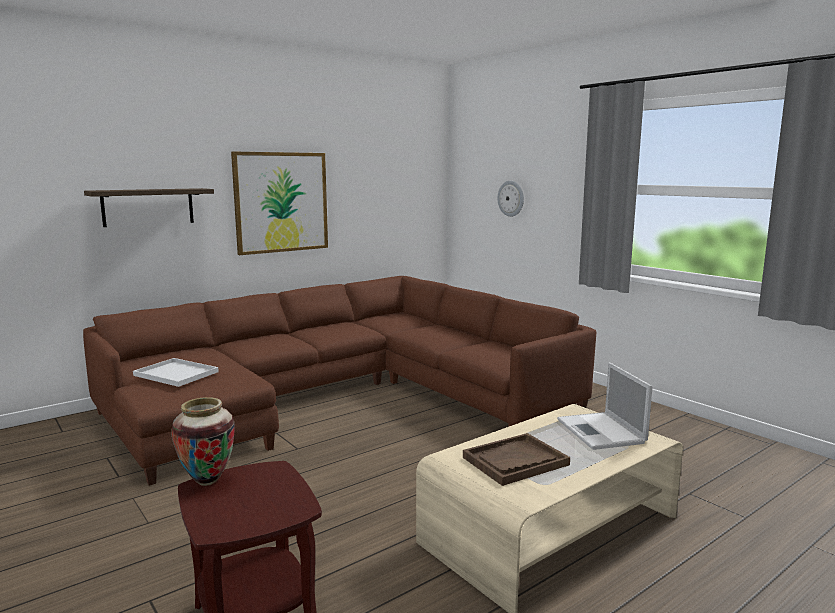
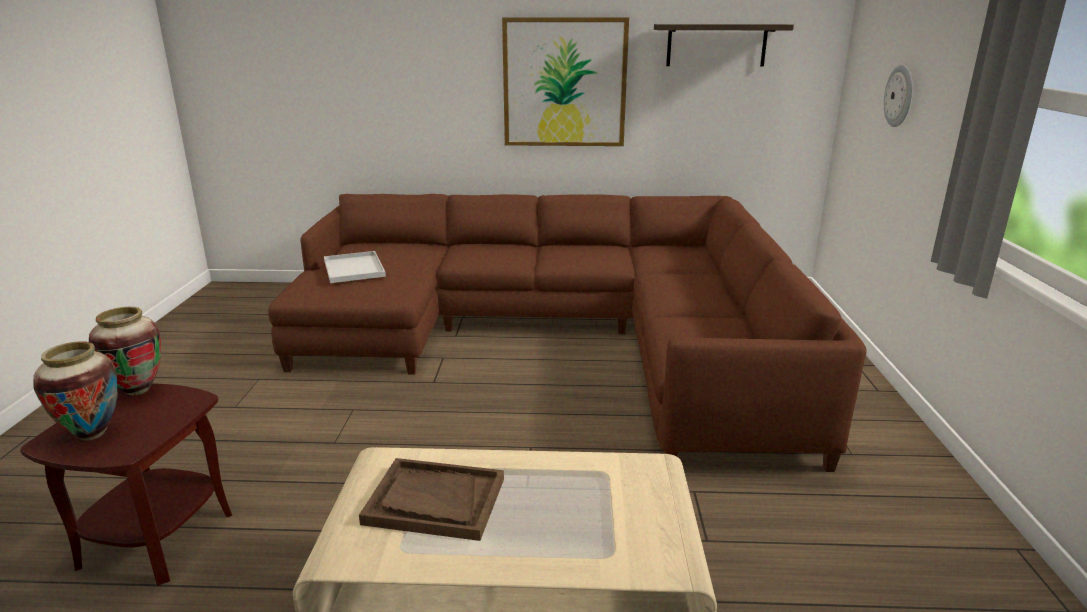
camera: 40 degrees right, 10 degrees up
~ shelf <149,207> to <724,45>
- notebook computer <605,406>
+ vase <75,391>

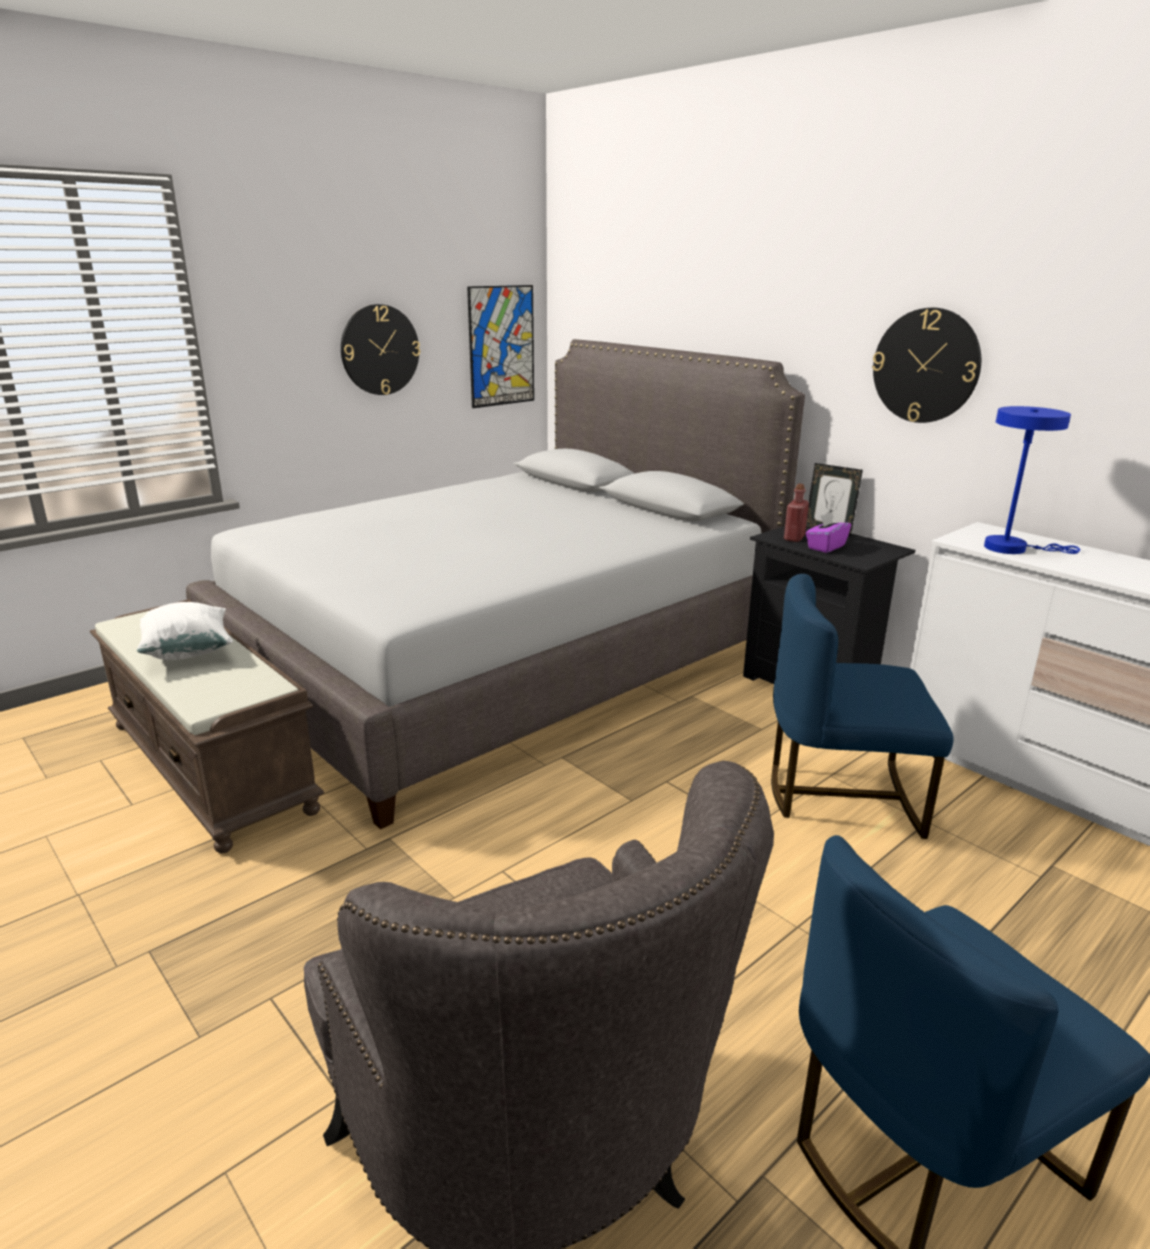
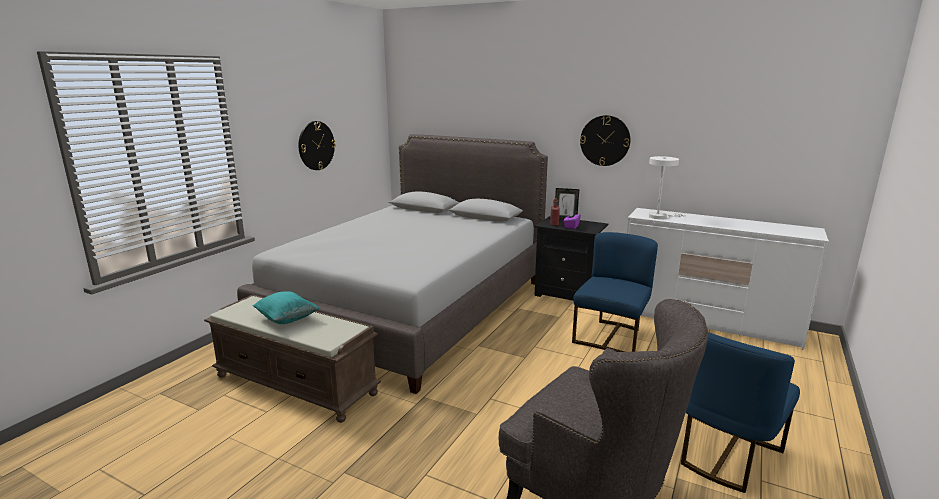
camera: 20 degrees left, 5 degrees down
~ pillow (white-coloured) <185,631> to pillow (turquoise-coloured) <286,307>
- wall art <500,346>
~ upright chair (bluish) <862,706> = <615,292> 135 degrees clockwise
~ tabletop lamp (bluish) <1032,480> to tabletop lamp (white-coloured) <667,187>

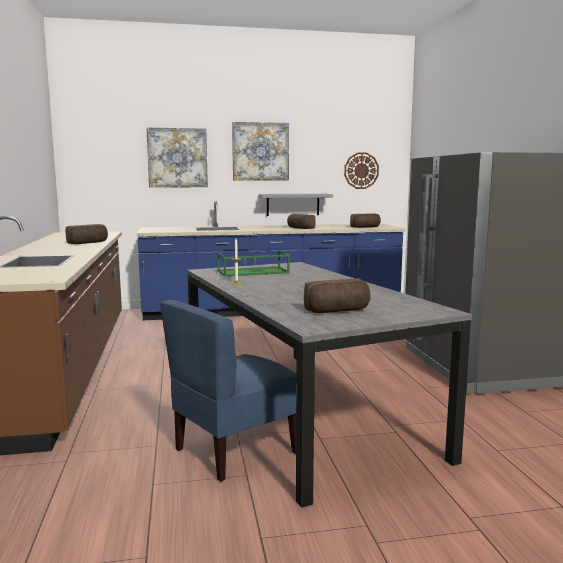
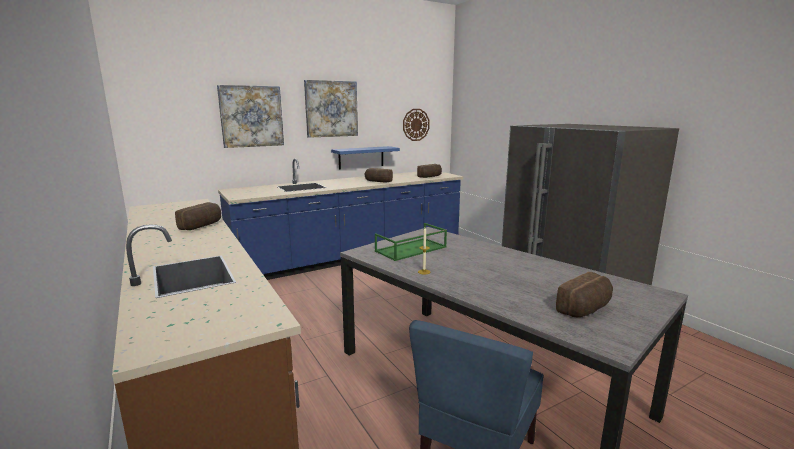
camera: 20 degrees left, 5 degrees up
~ shelf (gray) <296,205> to shelf (bluish) <365,158>

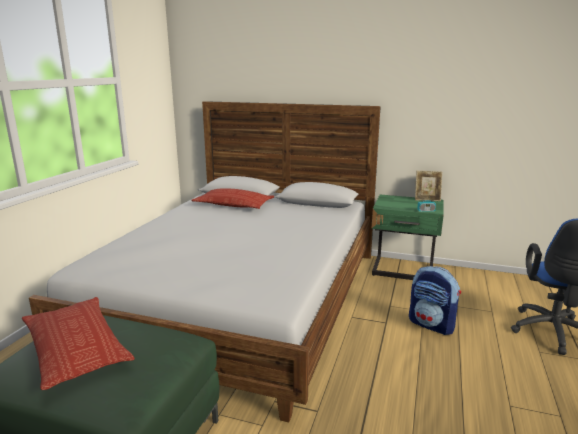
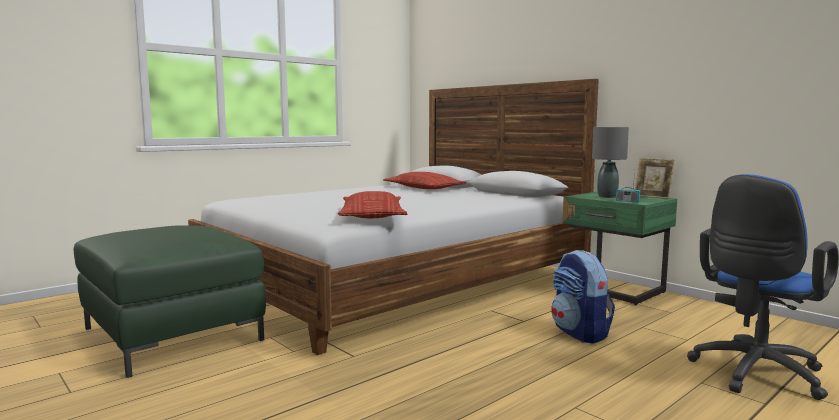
camera: 30 degrees right, 10 degrees down
~ pillow <78,343> to <372,204>
+ tabletop lamp (gray) <610,162>

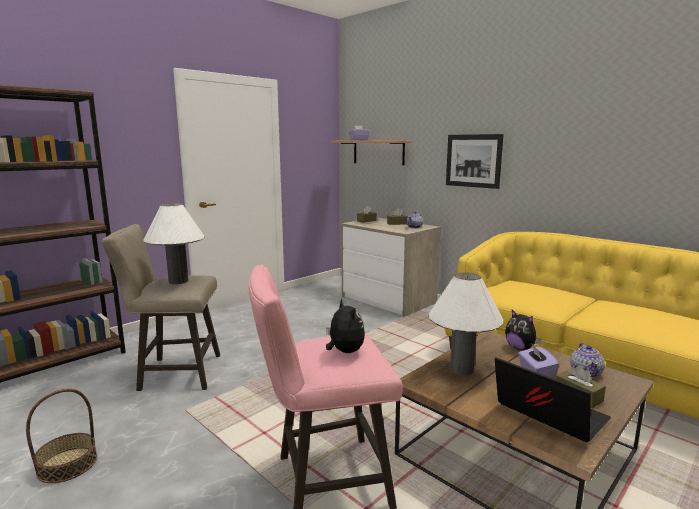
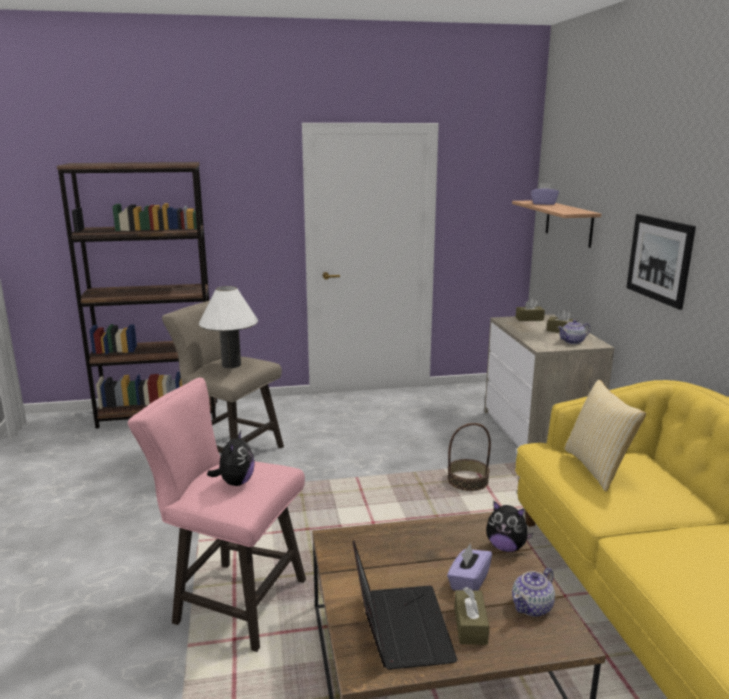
camera: 35 degrees right, 5 degrees up
~ household basket <61,436> to <469,457>
- tabletop lamp (white-coloured) <465,323>
~ soft toy <523,330> = <510,526> 60 degrees counterclockwise
+ pillow <605,435>

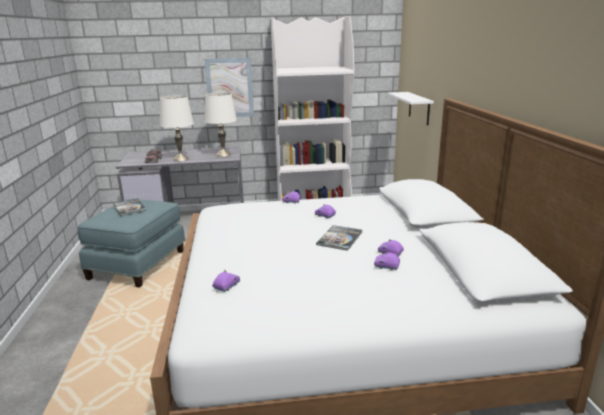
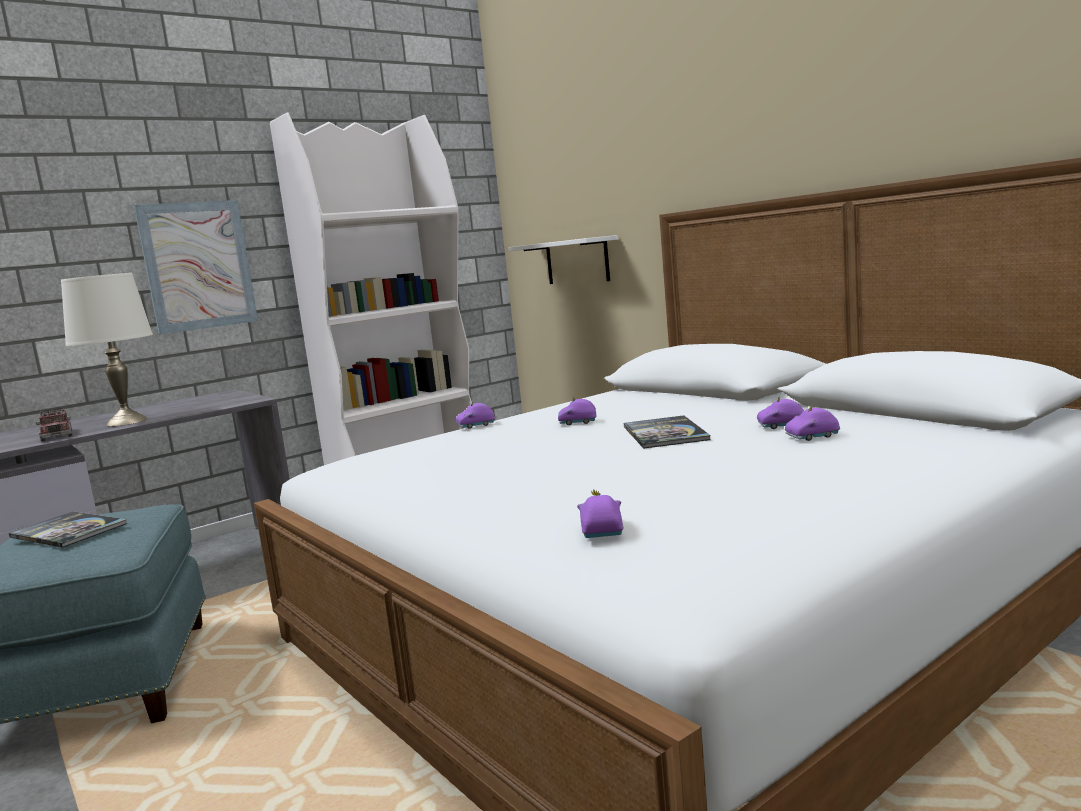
camera: 30 degrees left, 10 degrees down
- tabletop lamp (white-coloured) <220,125>

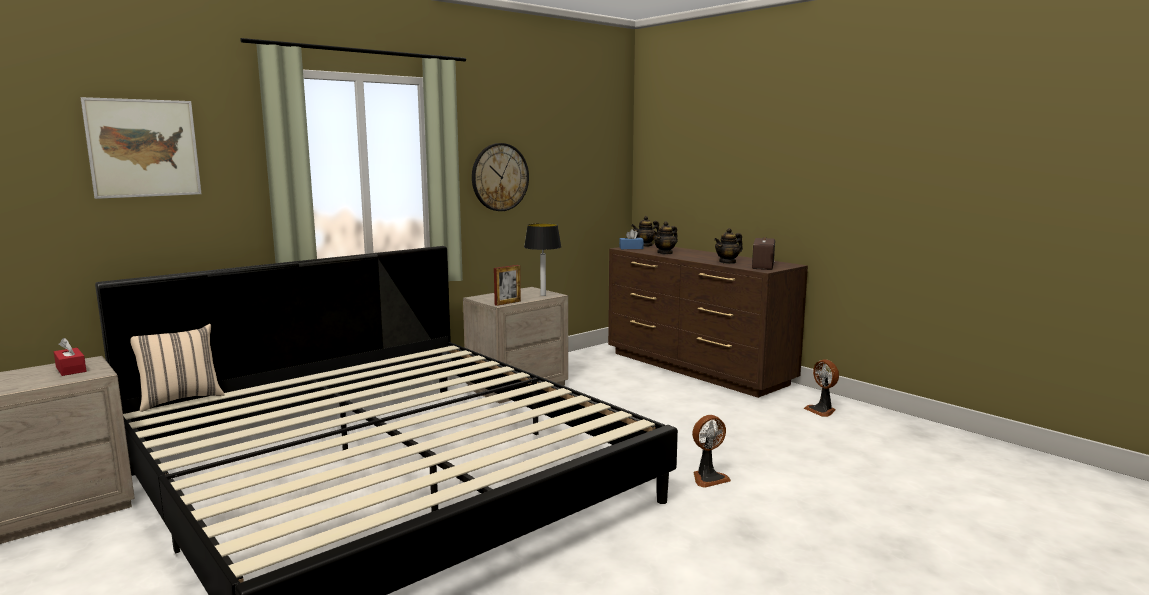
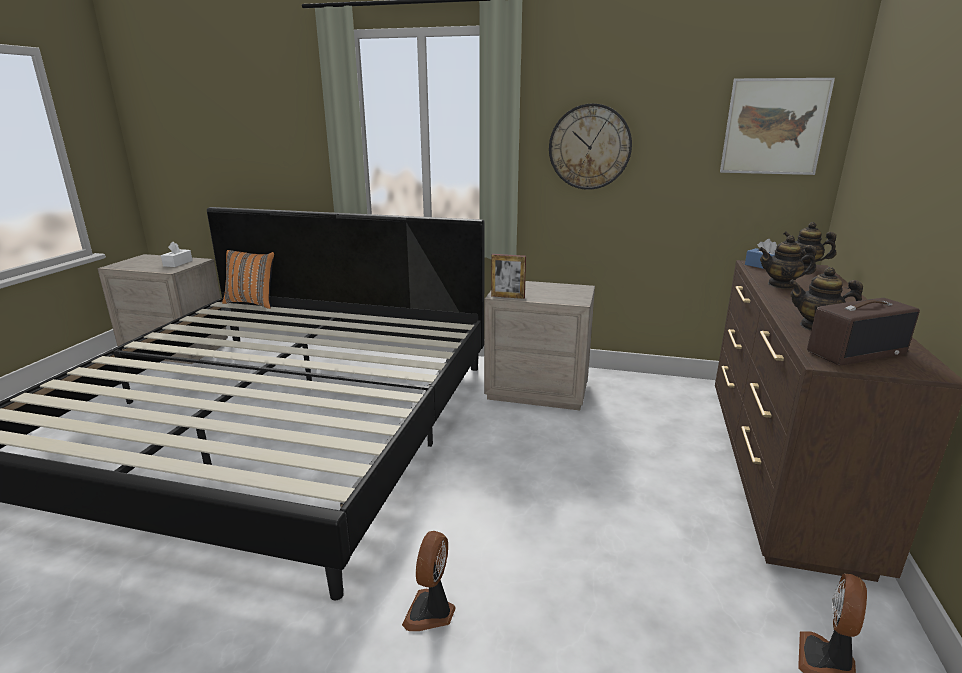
camera: 55 degrees right, 10 degrees up
~ tissue holder (red-coloured) <70,357> to tissue holder (white-coloured) <177,254>
~ wall art <140,148> to <777,126>
~ pillow (beige) <177,368> to pillow (orangey) <248,279>
- tabletop lamp <543,259>
~ electric fan <711,451> = <429,581> 75 degrees clockwise

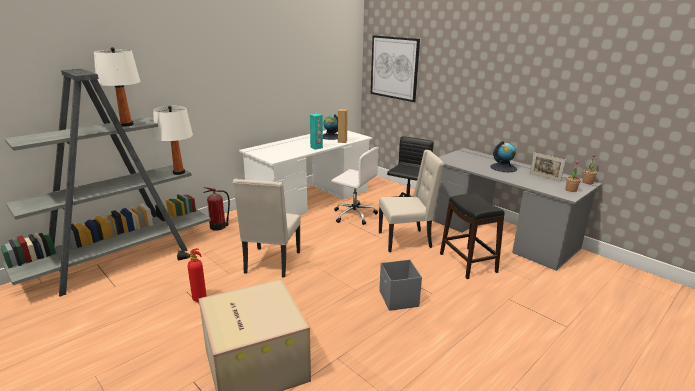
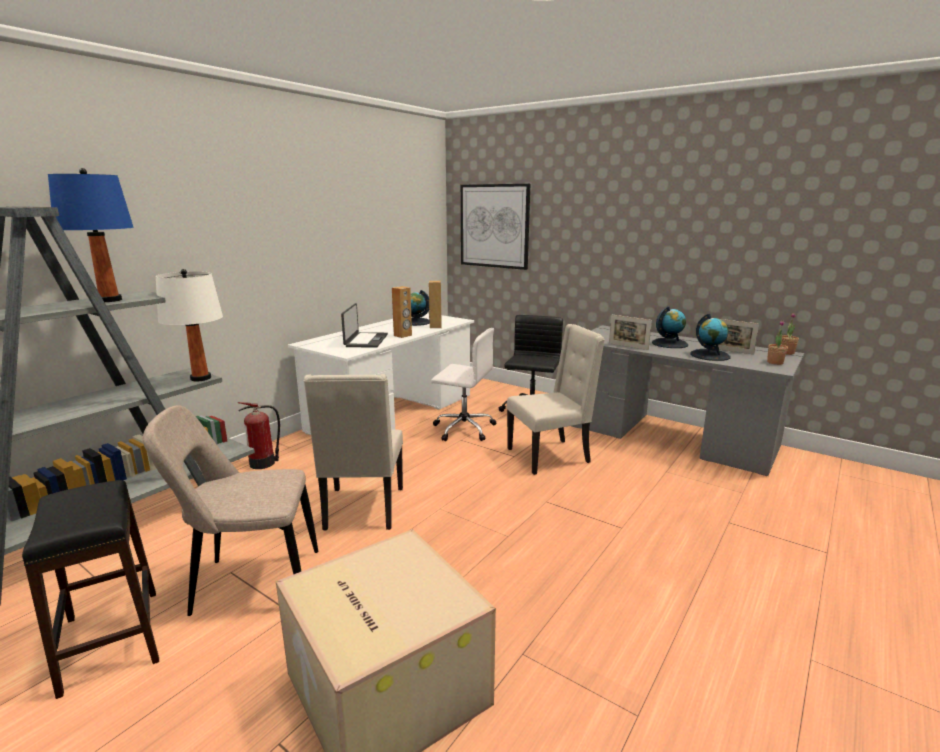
camera: 10 degrees left, 5 degrees down
~ tabletop lamp (white-coloured) <117,87> to tabletop lamp (bluish) <91,235>
~ fire extinguisher <192,275> to upright chair (beige) <230,510>
~ speaker (turquoise-coloured) <316,132> to speaker (brown) <402,312>
- storage bin (gray) <400,285>
~ stool seat (black-coloured) <472,236> to <90,589>
+ notebook computer <364,325>
+ standing frame <630,332>
+ world globe <710,337>

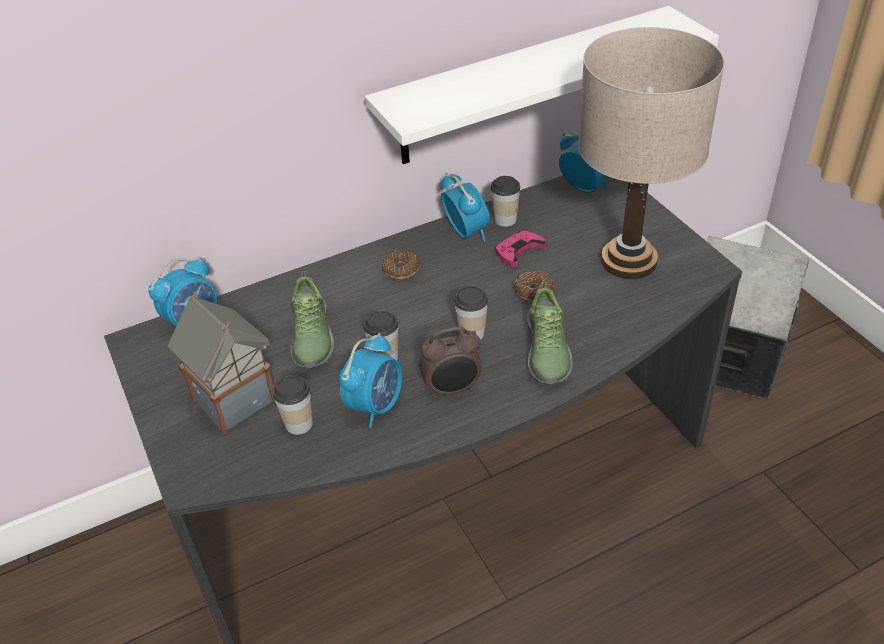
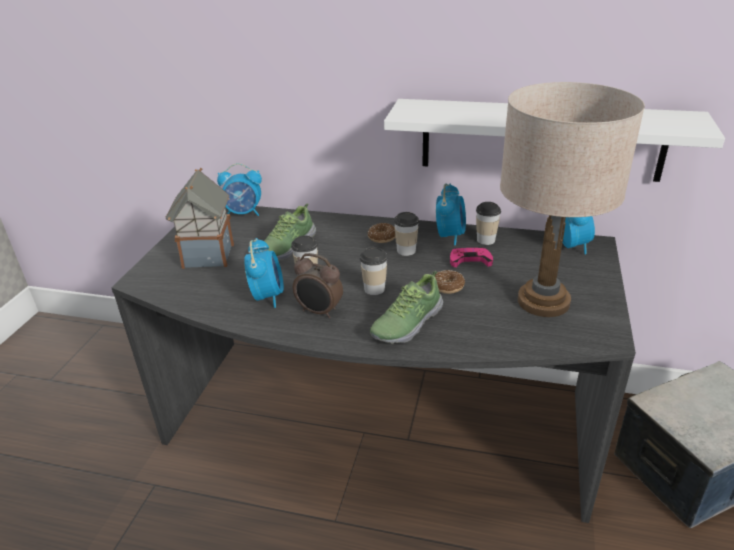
camera: 40 degrees right, 10 degrees down
~ cup <293,405> to <406,234>
~ bedside clock <370,380> = <264,273> 75 degrees counterclockwise

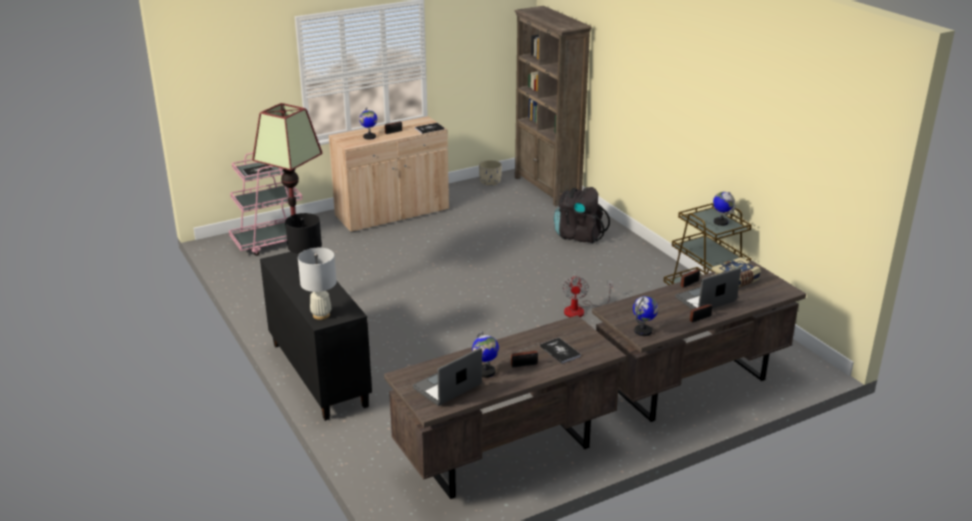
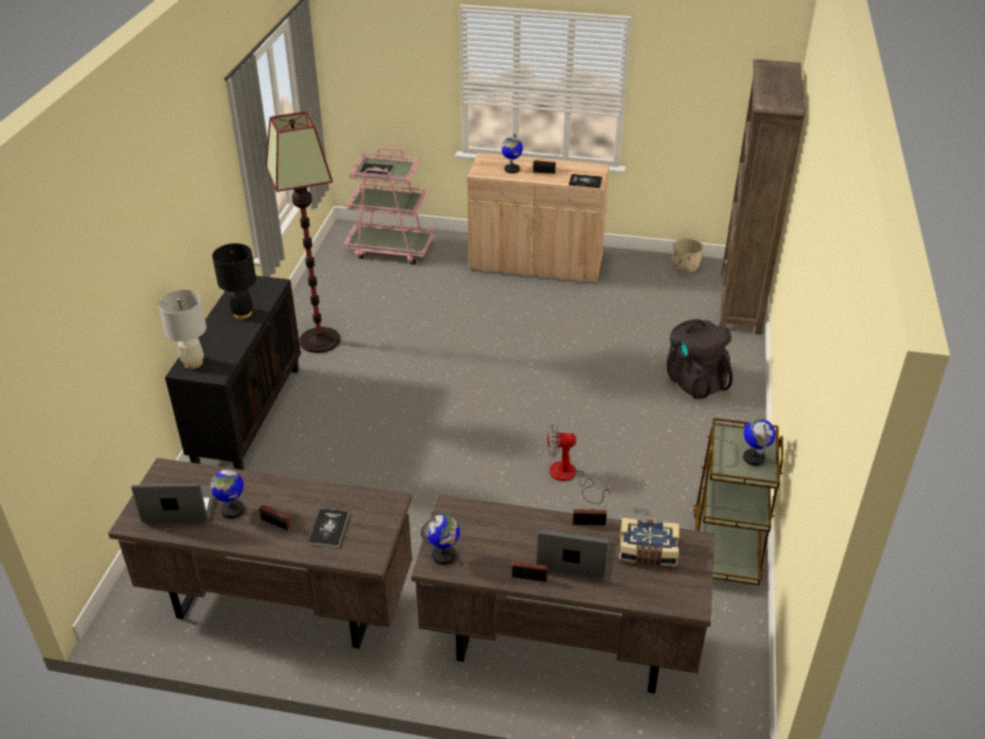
camera: 40 degrees right, 10 degrees up
~ electric fan <587,296> = <578,464> 45 degrees clockwise

